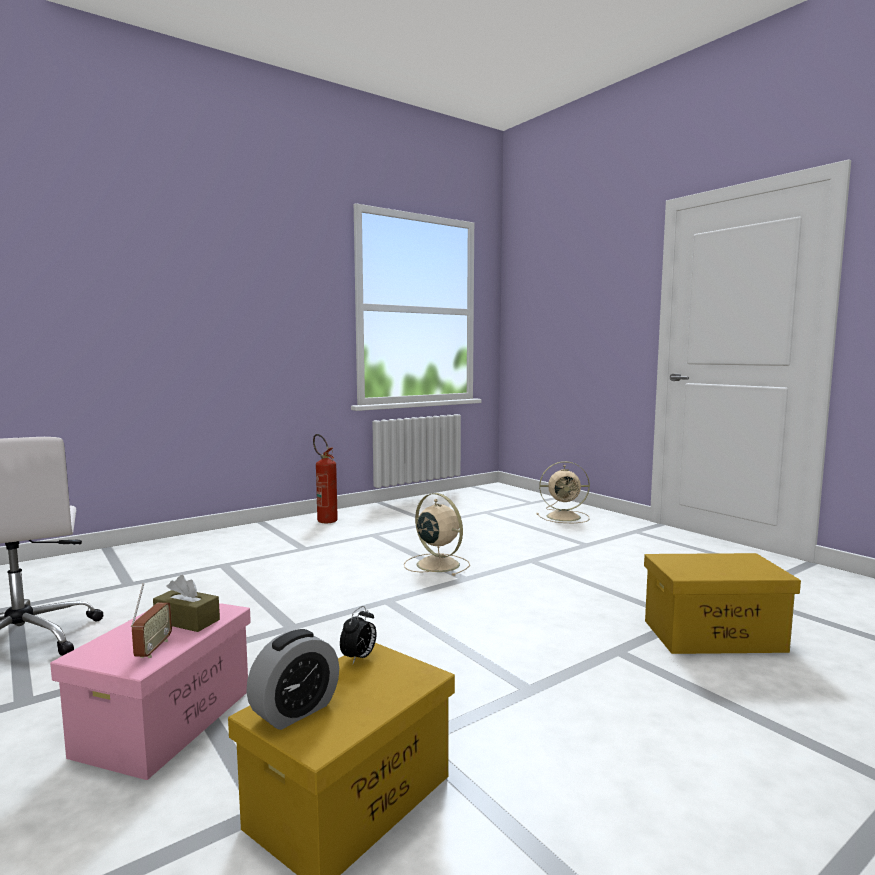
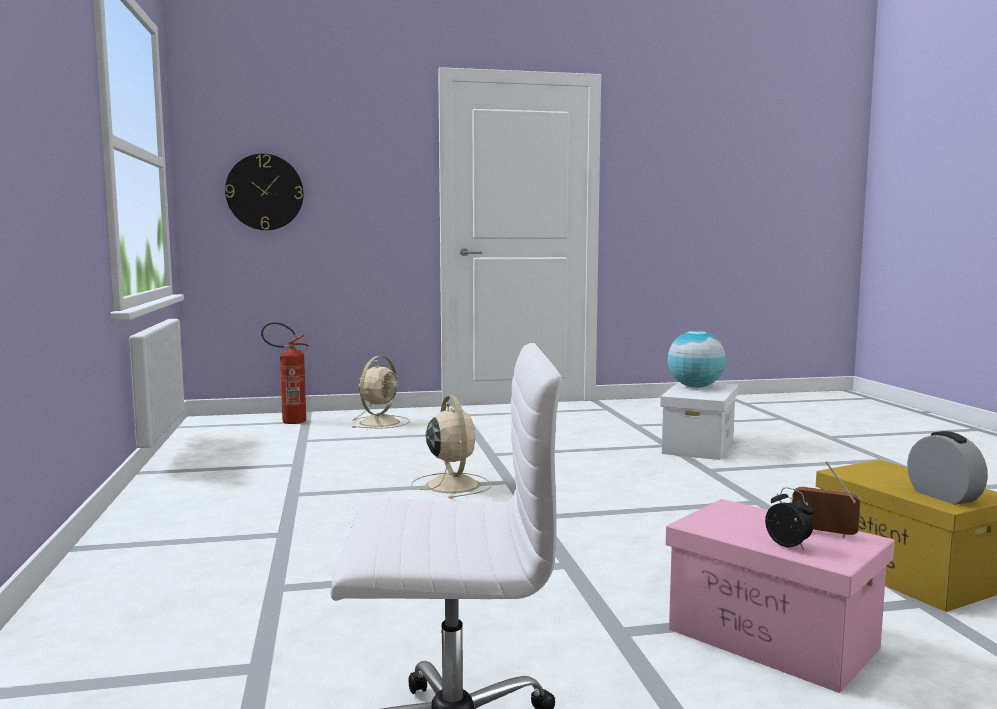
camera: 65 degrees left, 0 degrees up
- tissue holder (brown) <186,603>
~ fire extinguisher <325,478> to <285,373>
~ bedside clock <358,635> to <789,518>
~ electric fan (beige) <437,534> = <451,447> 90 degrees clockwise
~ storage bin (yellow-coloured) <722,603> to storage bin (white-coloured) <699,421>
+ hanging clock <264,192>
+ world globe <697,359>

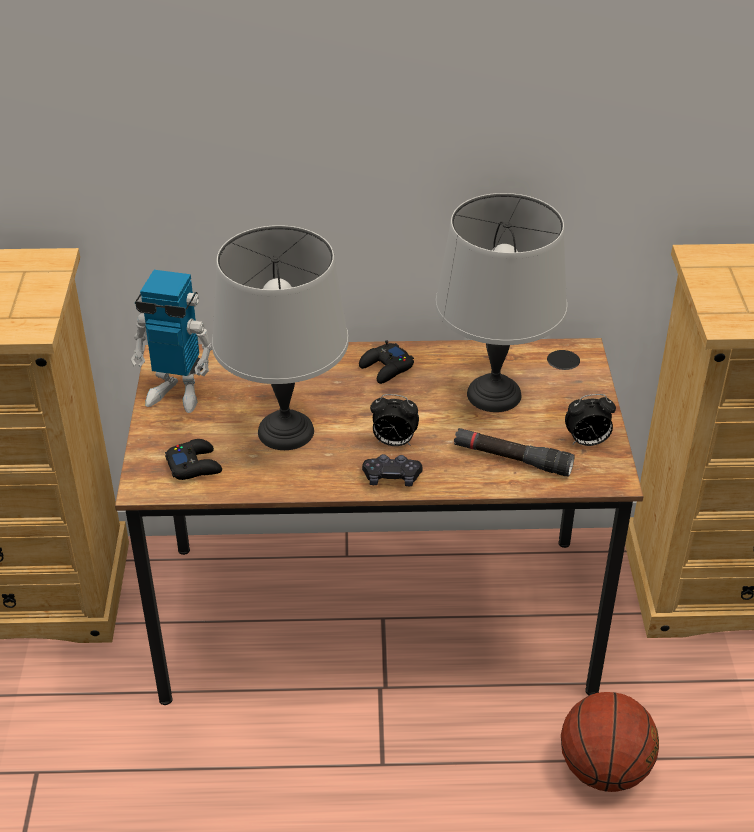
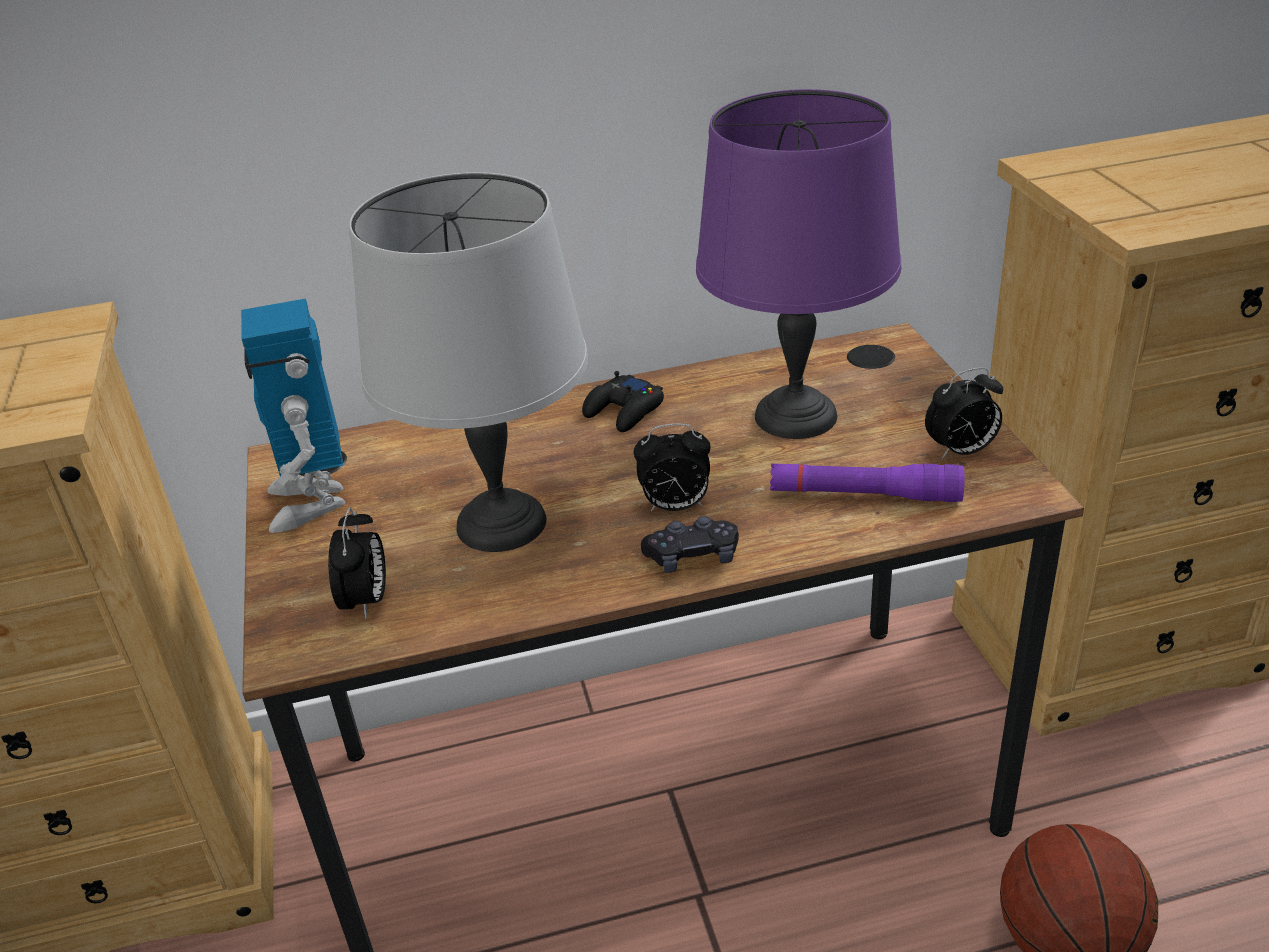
camera: 10 degrees left, 5 degrees down
~ toy robot <171,341> = <293,415> 75 degrees clockwise
~ joypad (black-coloured) <193,459> to bedside clock <357,563>
~ tabletop lamp (gray) <501,302> to tabletop lamp (purplish) <798,264>
~ hand torch (black-coloured) <514,452> to hand torch (purplish) <867,483>

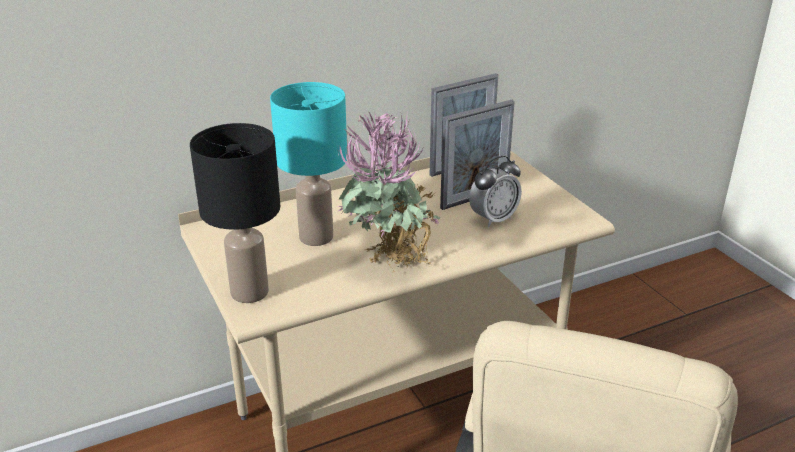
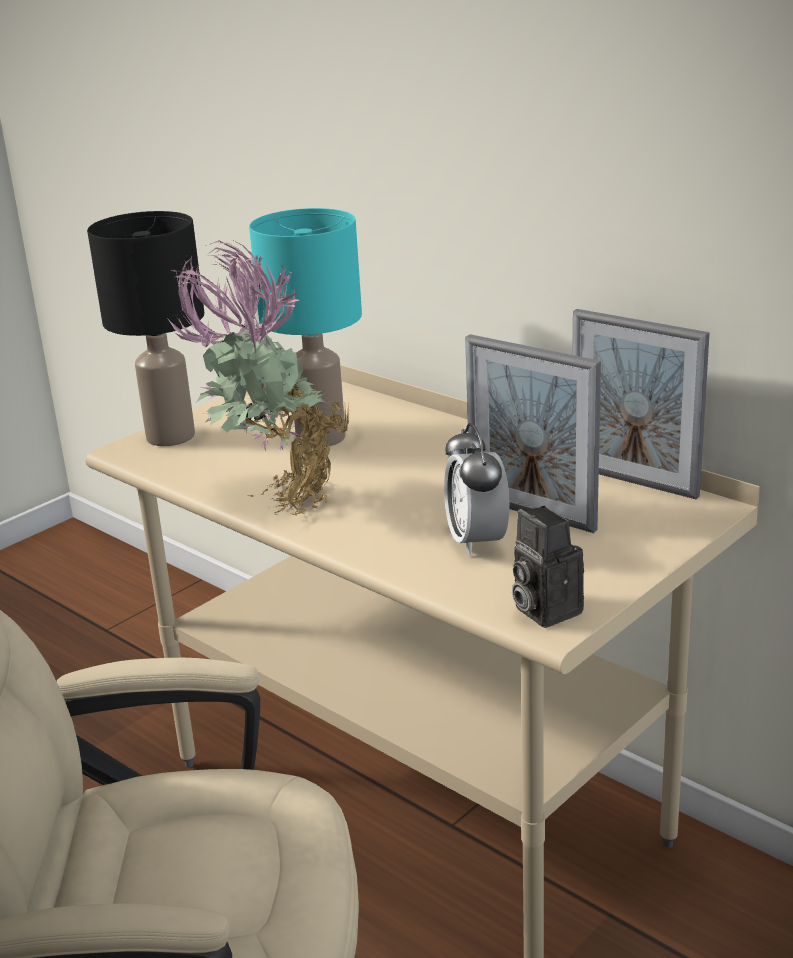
camera: 70 degrees right, 5 degrees down
~ bedside clock <495,191> = <477,489> 45 degrees clockwise
+ photo camera <548,567>

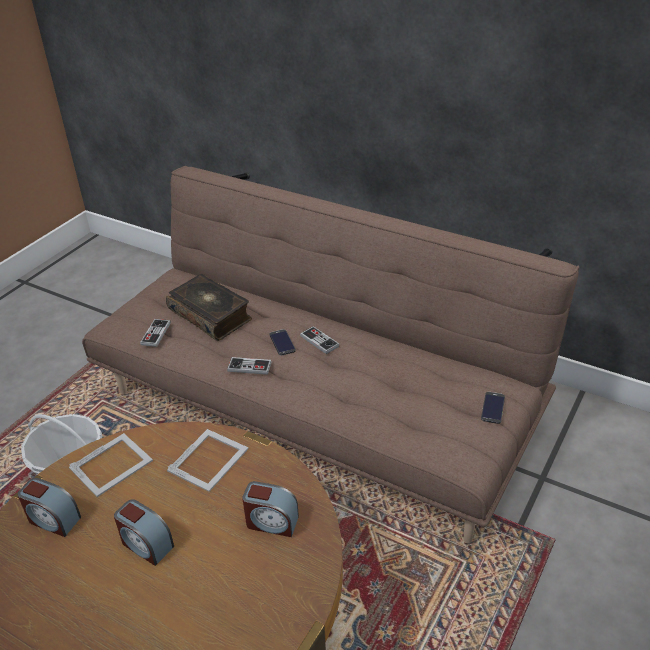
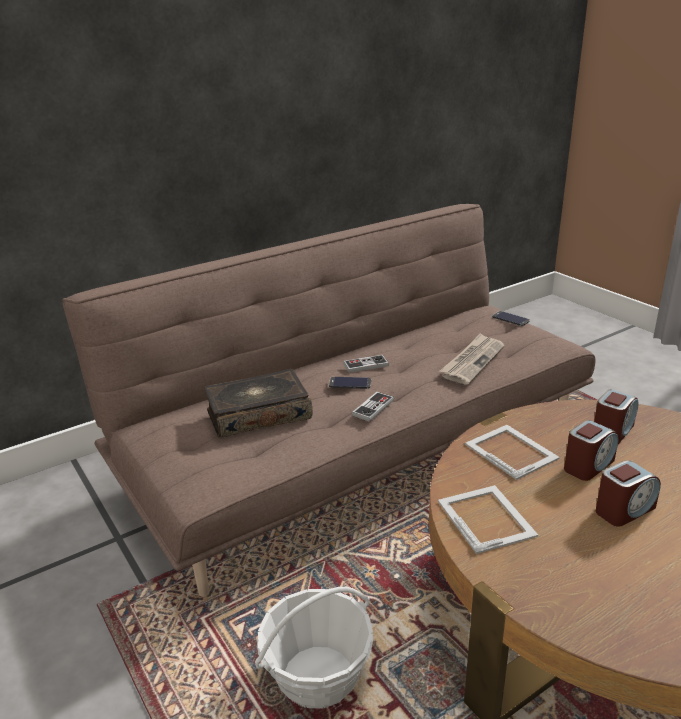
camera: 65 degrees left, 10 degrees down
~ bedside clock <49,507> to <591,450>
- joypad <155,333>
+ daily paper <472,359>

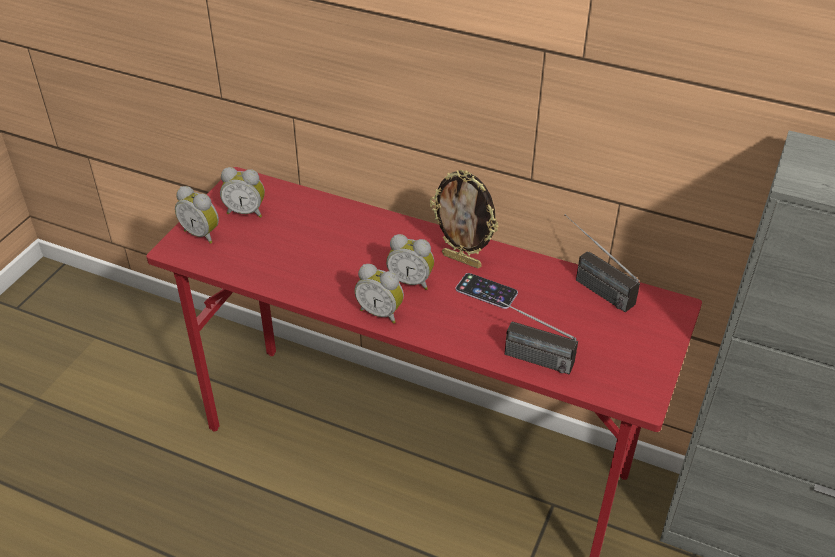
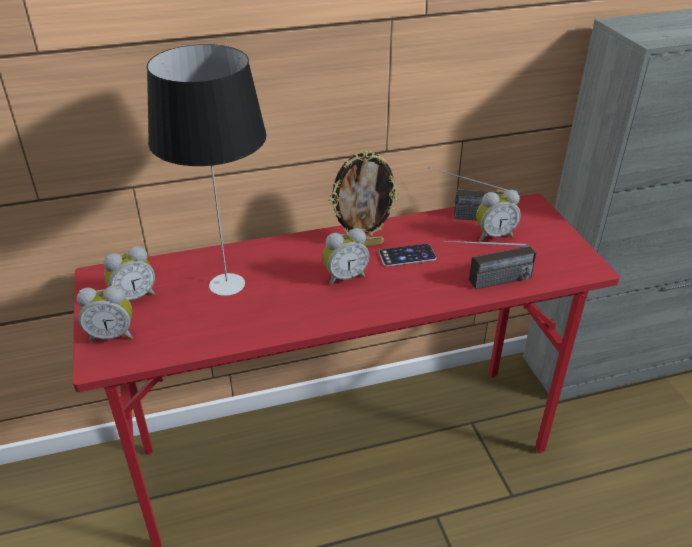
camera: 40 degrees left, 5 degrees down
~ bedside clock <379,294> to <498,215>
+ tabletop lamp <207,170>

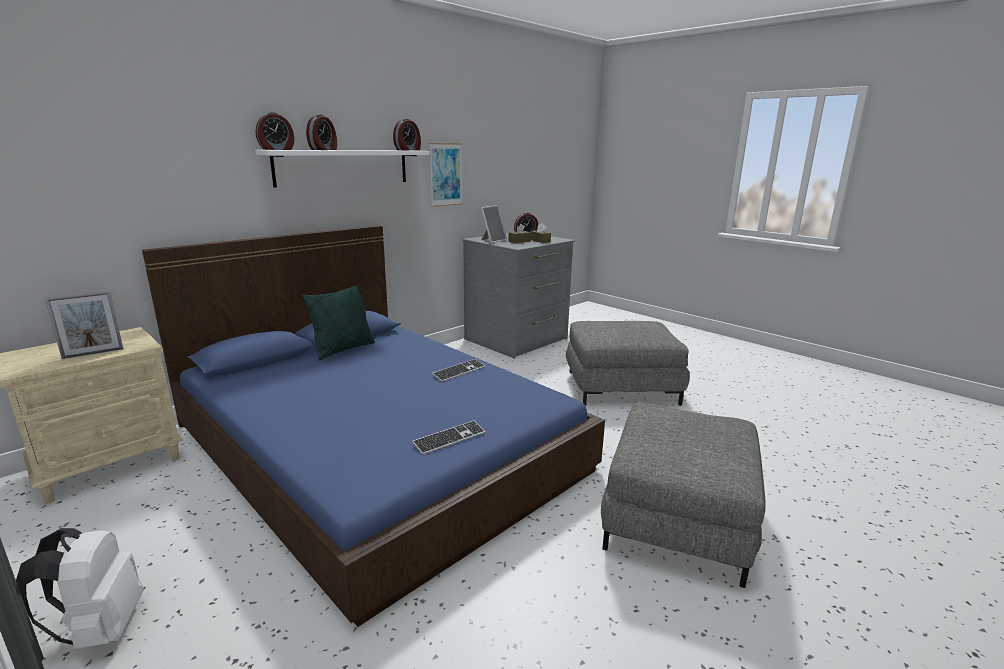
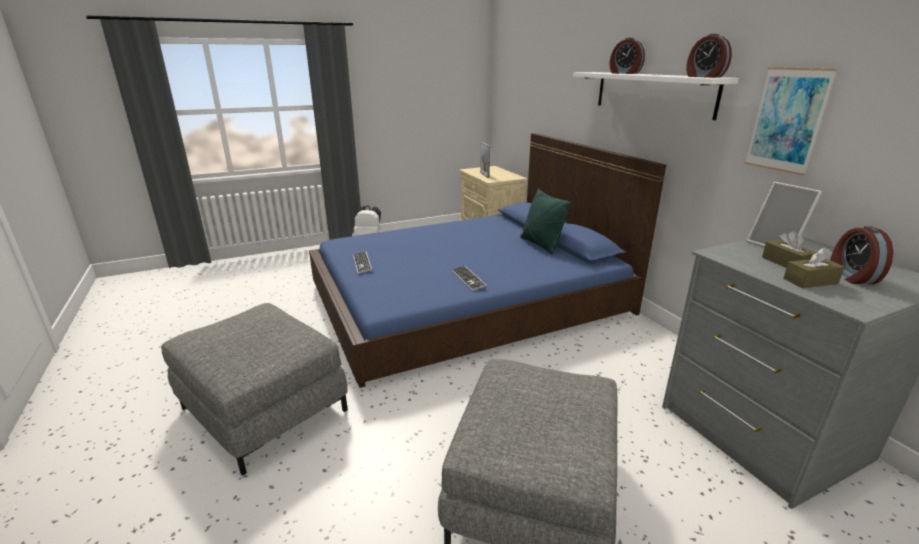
camera: 110 degrees right, 5 degrees up
- bedside clock <275,131>

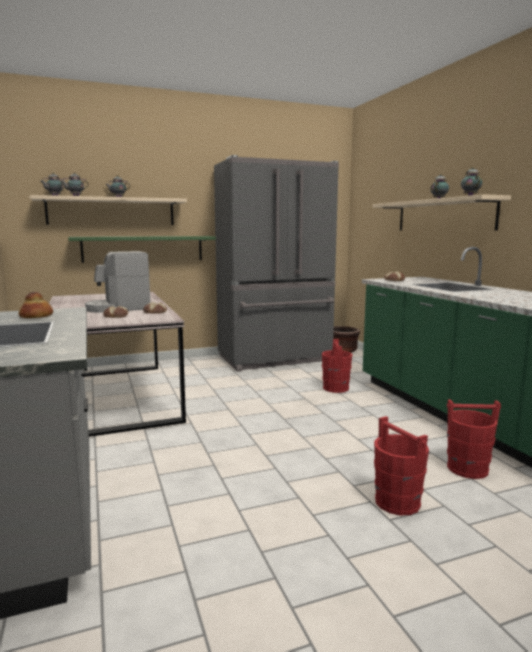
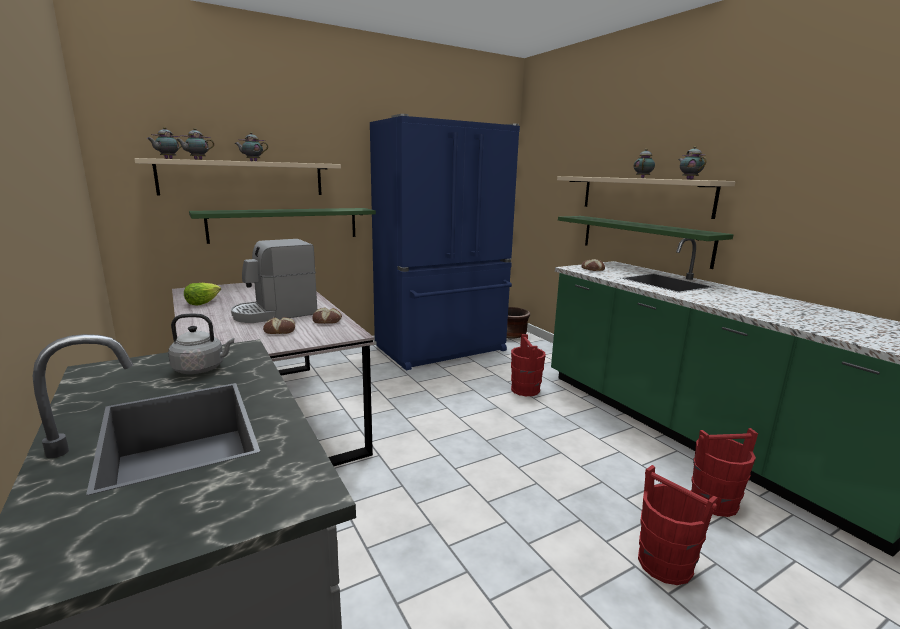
camera: 10 degrees left, 5 degrees up
~ bread <36,305> to tea kettle (gray) <201,344>
~ kitchen fridge (gray) <276,263> to kitchen fridge (bluish) <445,242>
+ head of lettuce <202,294>
+ shelf (greenish) <646,242>

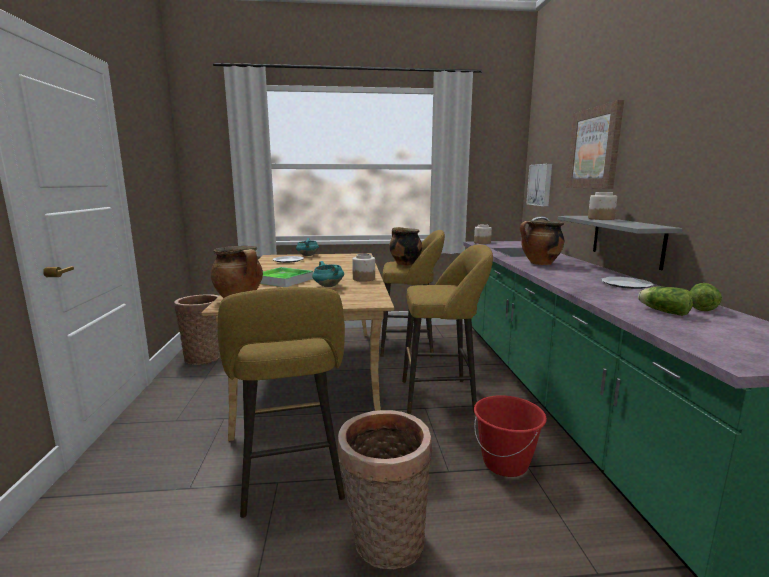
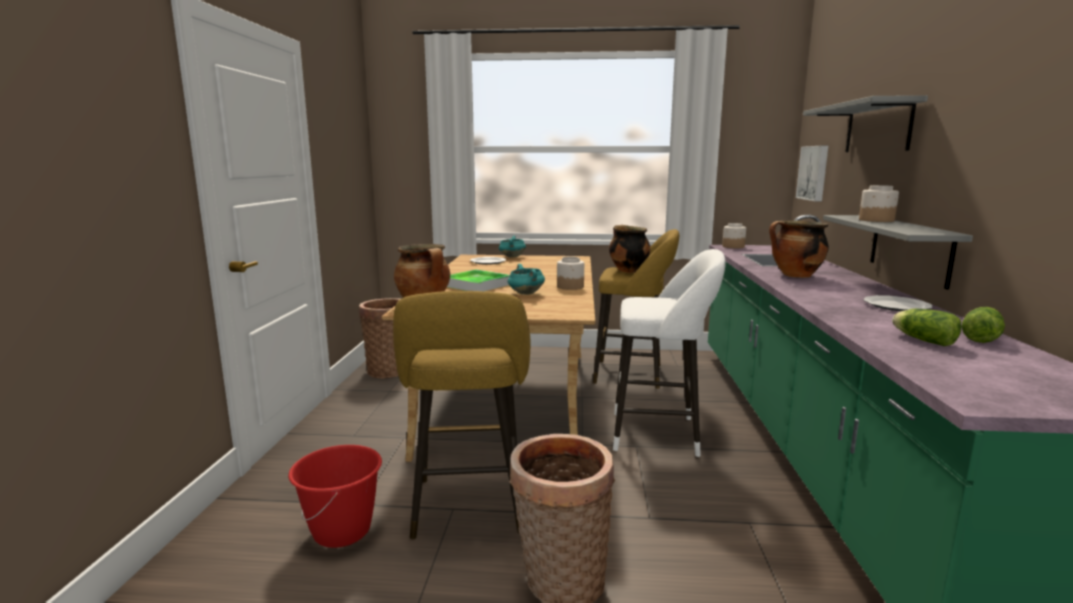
camera: 10 degrees right, 0 degrees up
~ stool seat (yellow-coloured) <447,329> to stool seat (white-coloured) <669,353>
~ bucket (red-coloured) <510,436> to <335,496>
~ wall art <595,144> to shelf (gray) <865,123>

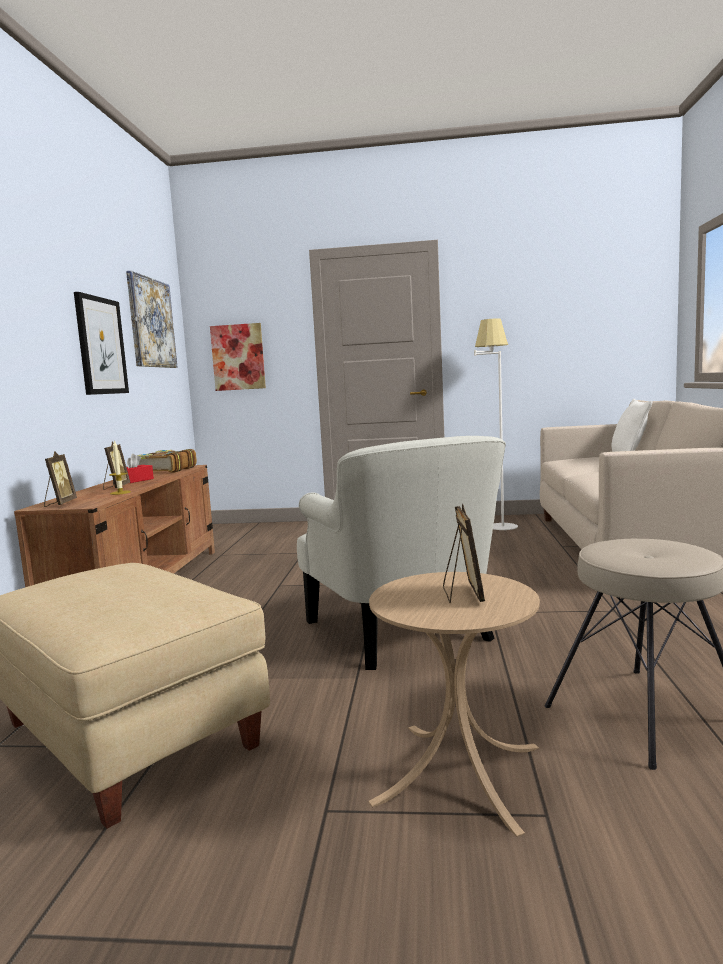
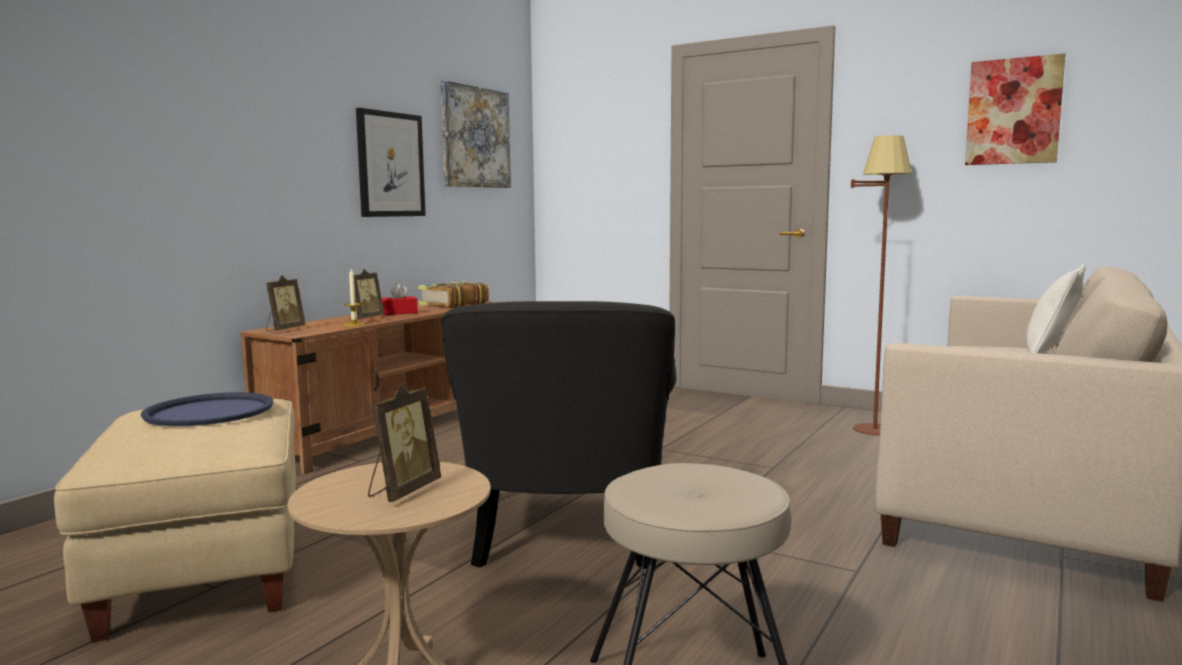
camera: 25 degrees right, 0 degrees up
~ wall art <238,357> to <1015,109>
~ easy chair (white-coloured) <401,553> to easy chair (black-coloured) <558,435>
~ floor lamp (white-coloured) <496,424> to floor lamp (brown) <881,285>
+ serving tray (bluish) <207,409>

